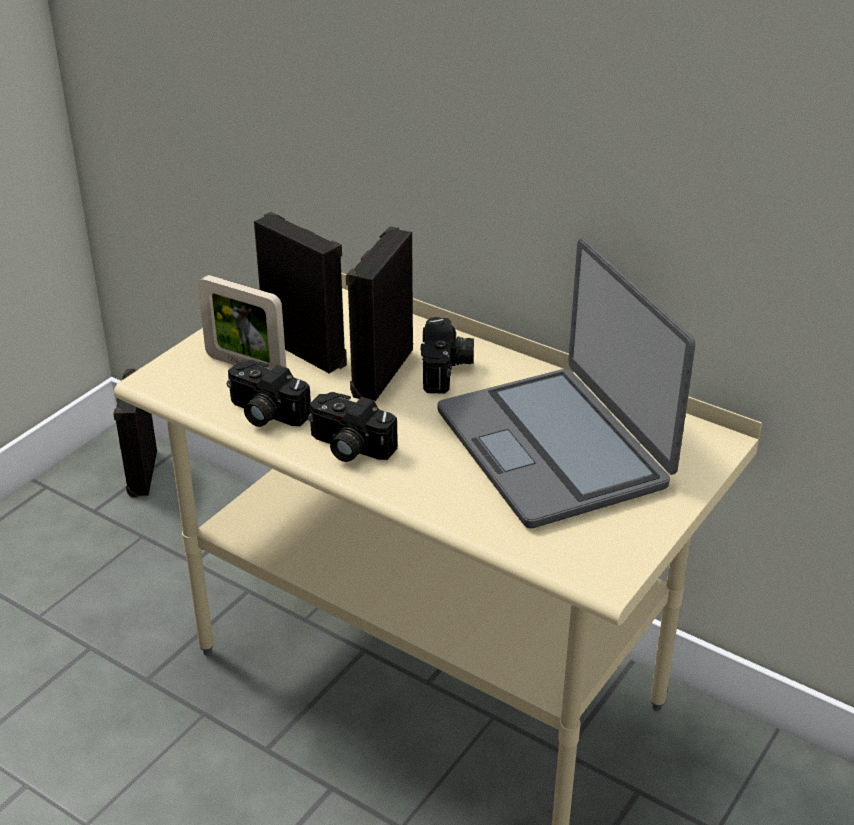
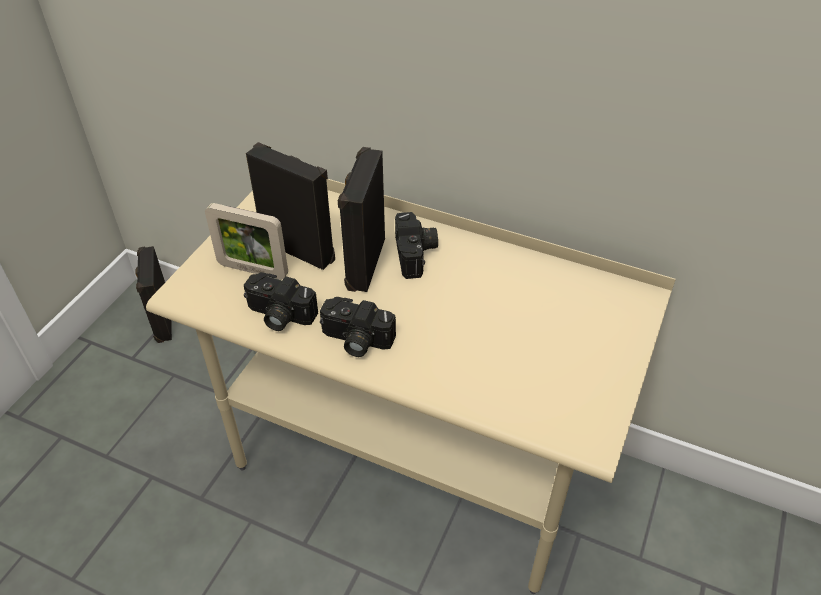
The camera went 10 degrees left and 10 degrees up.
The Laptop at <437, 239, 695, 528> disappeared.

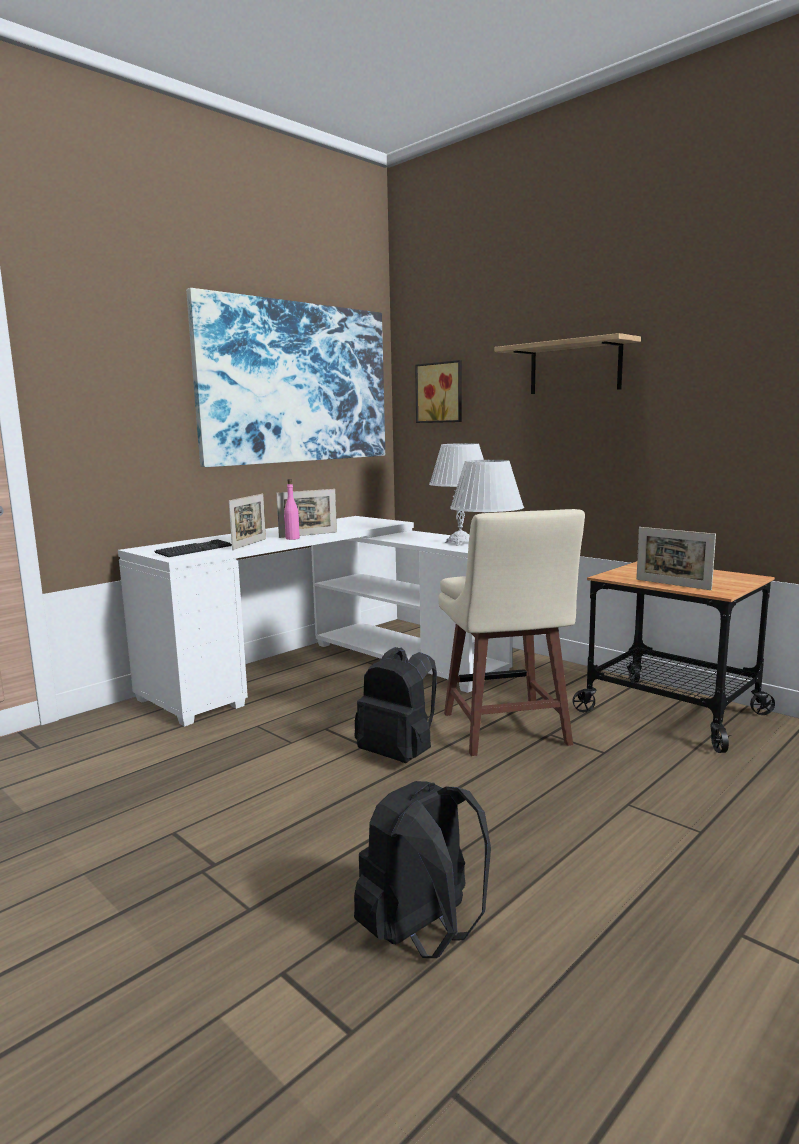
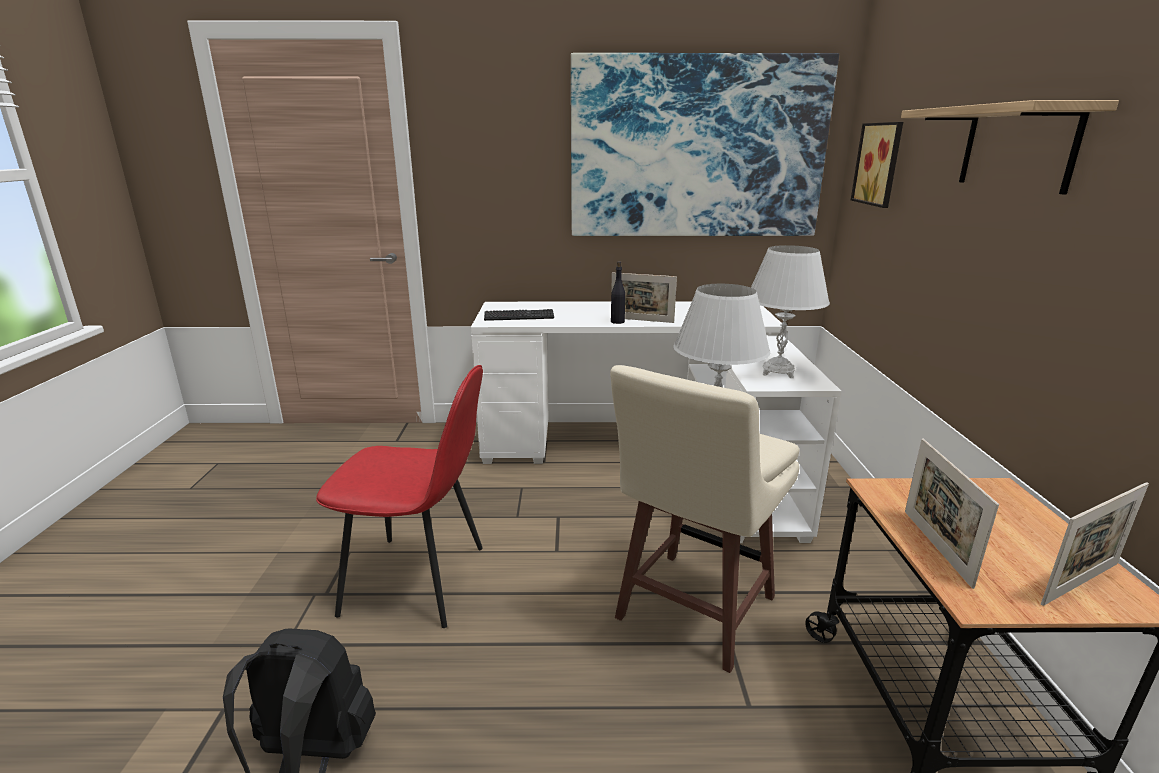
The camera went 45 degrees right and 10 degrees up.
The Flasche/rosa at <284, 479, 300, 540> became the Flasche/schwarz at <611, 261, 625, 324>.
The Bilderrahmen moved from <229, 494, 266, 550> to <1041, 482, 1149, 606>.
The Rucksack/schwarz at <354, 647, 437, 763> disappeared.
The Stuhl/rot at <316, 365, 483, 628> appeared.

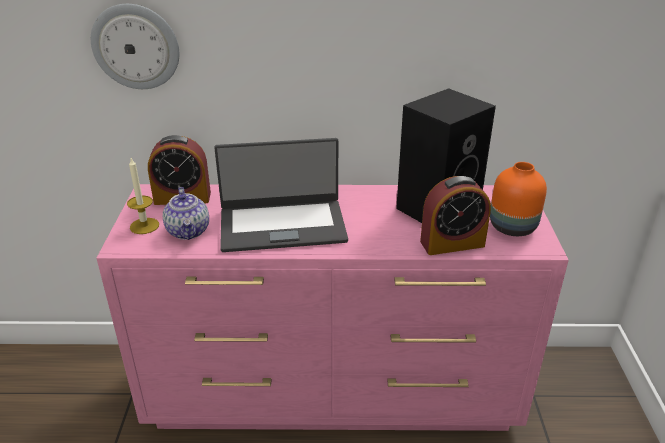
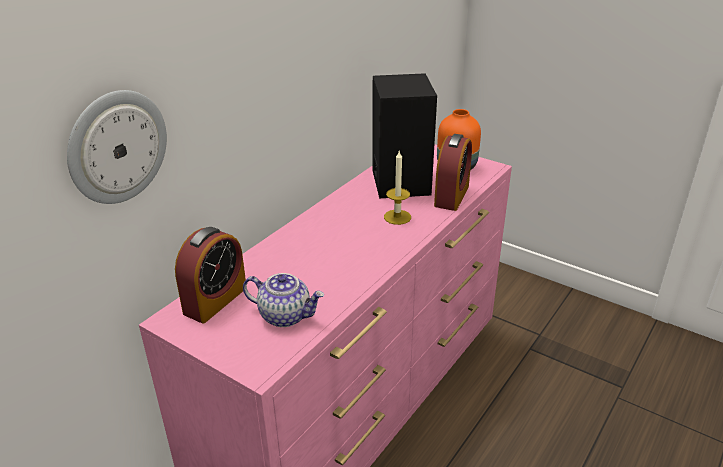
The camera went 55 degrees left and 0 degrees up.
The Laptop at <214, 138, 348, 252> disappeared.
The Kerze moved from <127, 158, 159, 234> to <384, 151, 411, 225>.

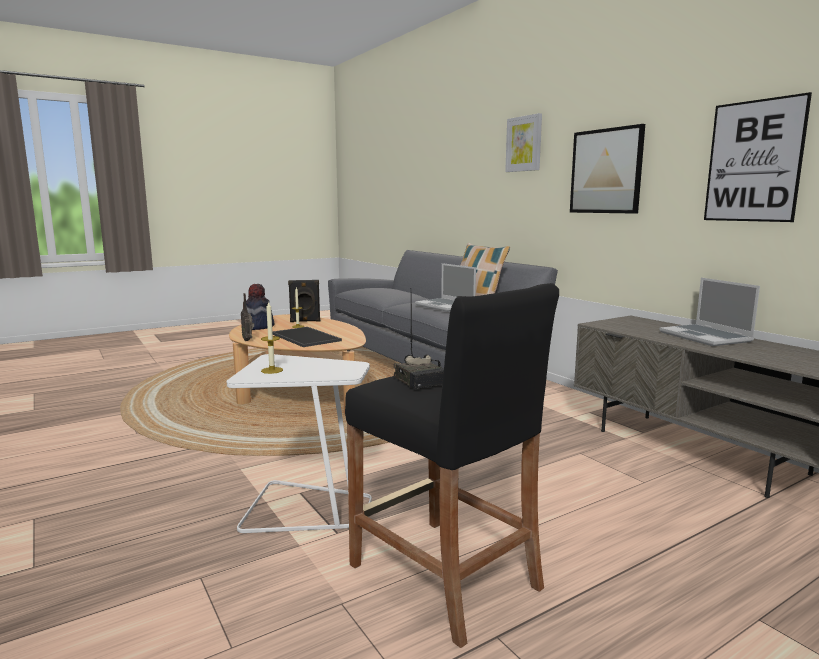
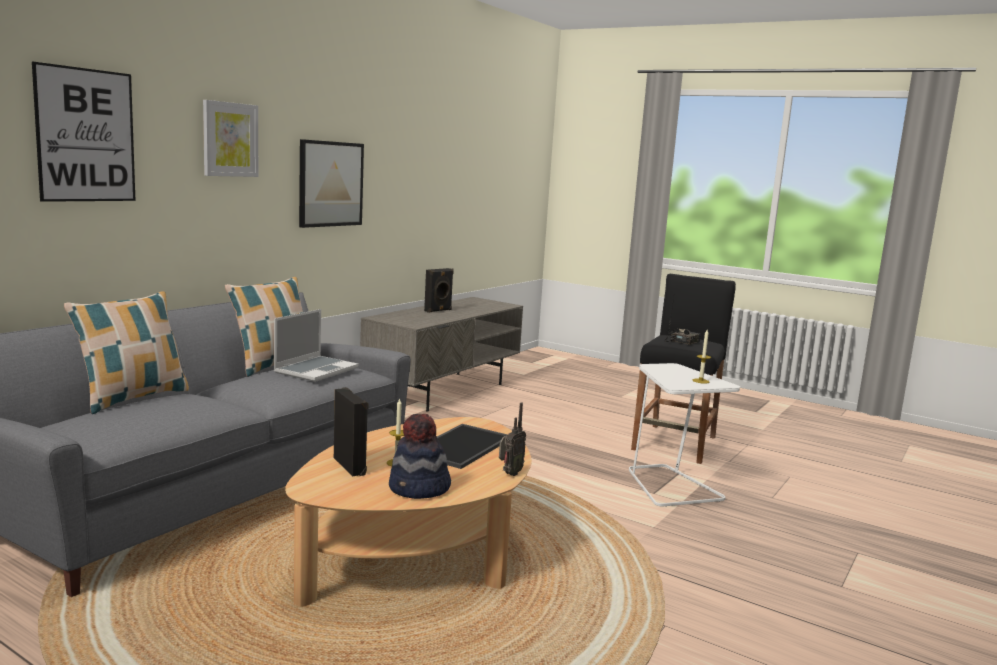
The camera went 115 degrees left and 0 degrees up.
The Bild moved from <704, 92, 812, 222> to <32, 62, 135, 202>.
The Laptop at <659, 278, 760, 346> was replaced by the Lautsprecher/schwarz at <424, 268, 454, 313>.
The Kissen at <64, 291, 189, 414> appeared.

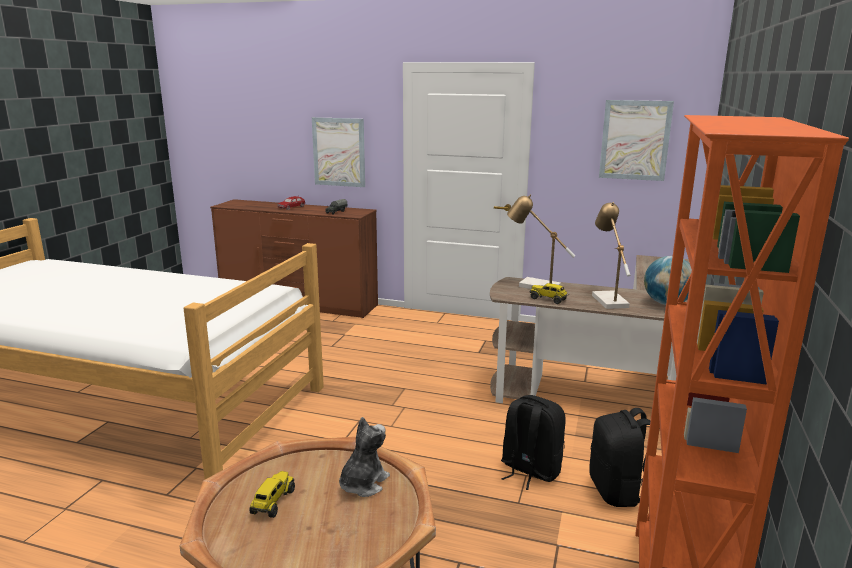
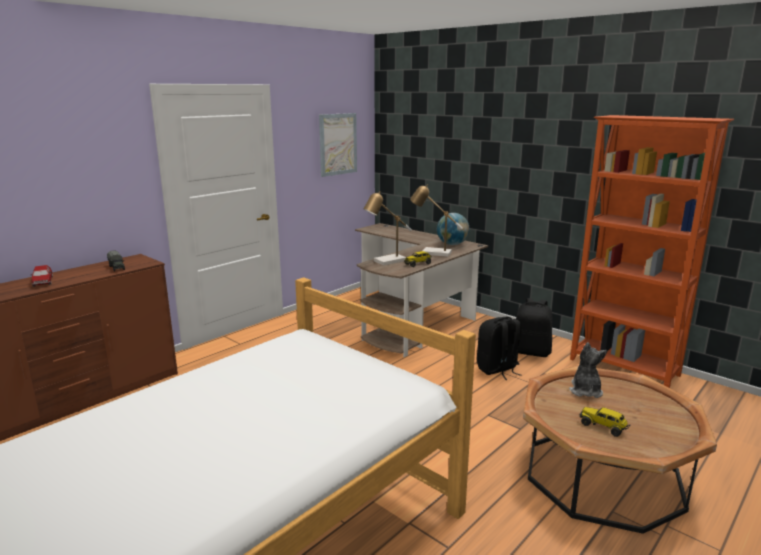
The camera went 65 degrees left and 0 degrees up.
The Bild at <312, 117, 365, 187> disappeared.
The Plüschtier at <339, 417, 390, 497> turned 45 degrees clockwise.

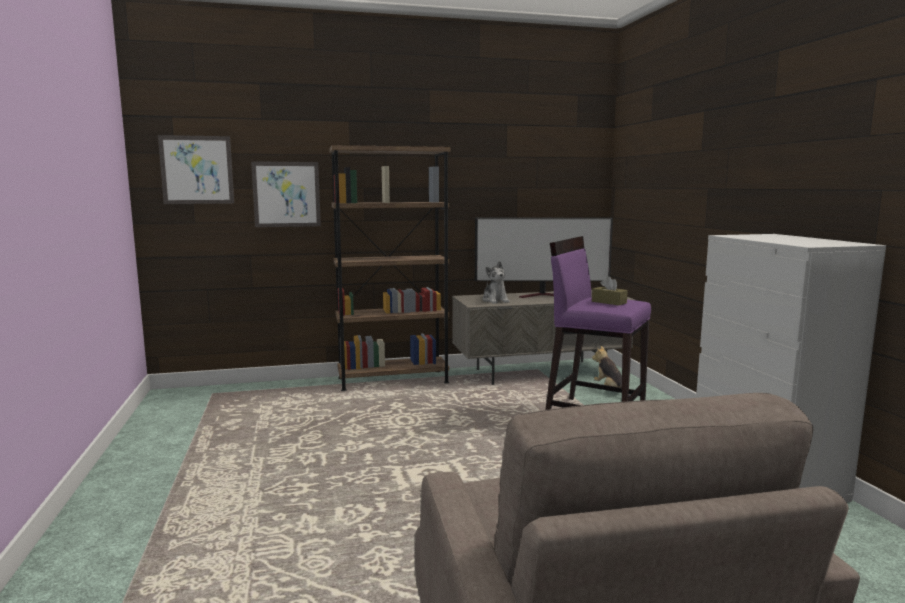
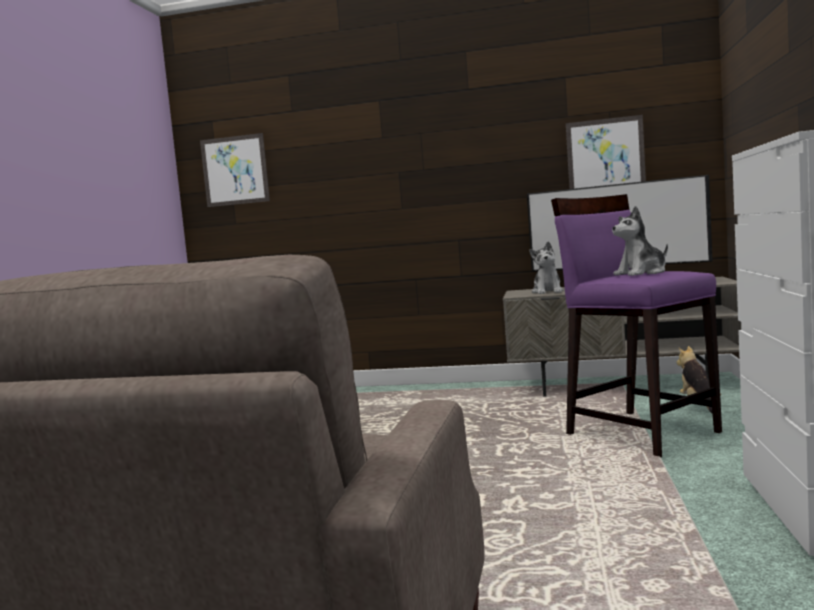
The camera went 25 degrees right and 5 degrees down.
The Bücherregal/braun at <329, 145, 450, 391> disappeared.
The Bild moved from <251, 161, 321, 227> to <566, 115, 646, 189>.
The Taschentuchbox/braun at <592, 277, 628, 305> was replaced by the Plüschtier at <612, 206, 668, 276>.

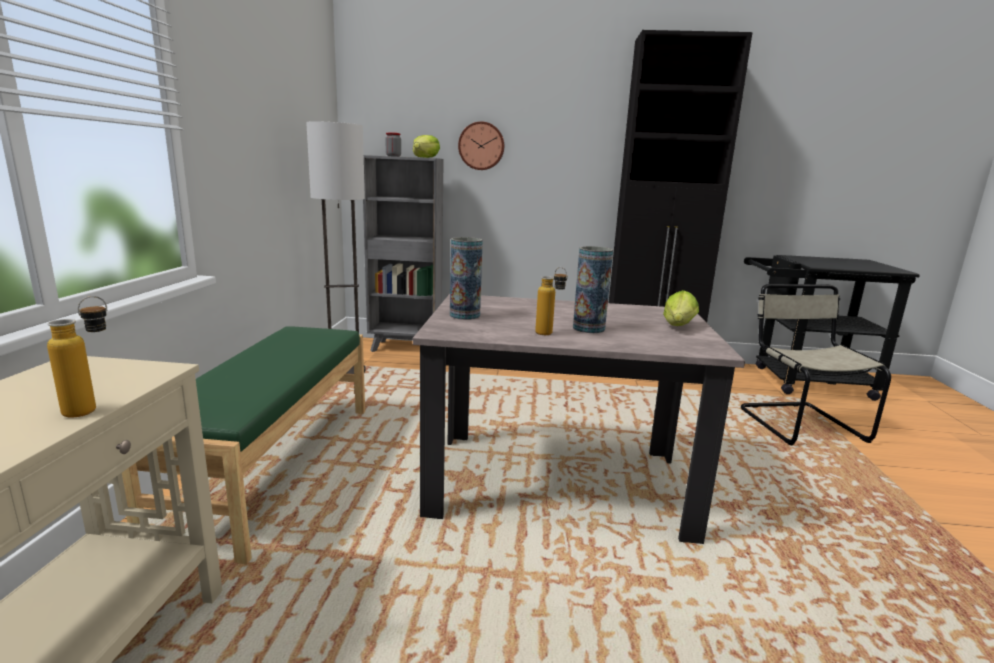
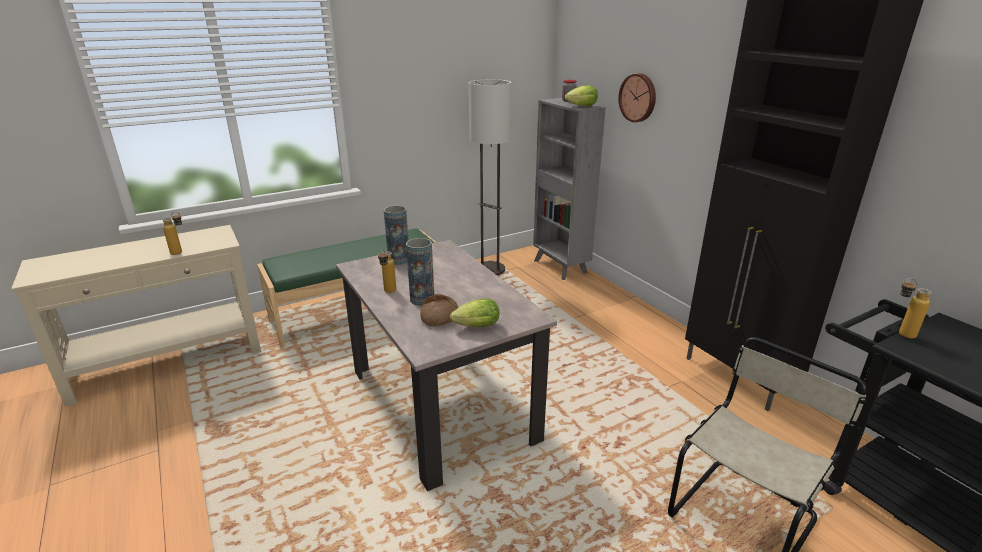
The camera went 55 degrees right and 10 degrees up.
The Flasche at <899, 278, 932, 339> appeared.
The Brot at <420, 294, 458, 326> appeared.

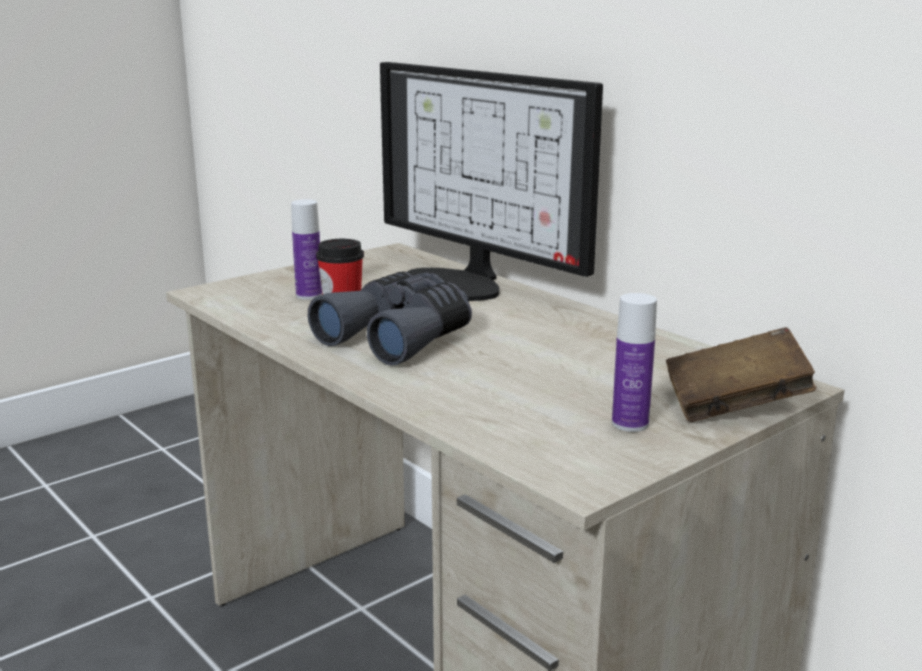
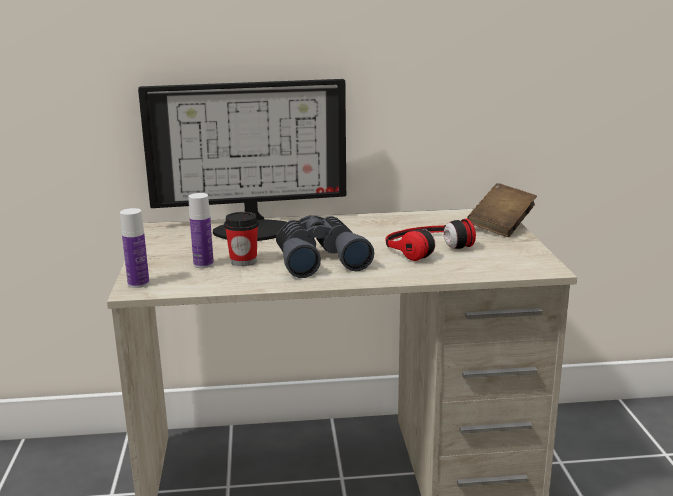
The camera went 55 degrees left and 0 degrees up.
The Flasche moved from <612, 293, 657, 432> to <120, 208, 149, 288>.
The Kopfhörer at <385, 218, 476, 261> appeared.

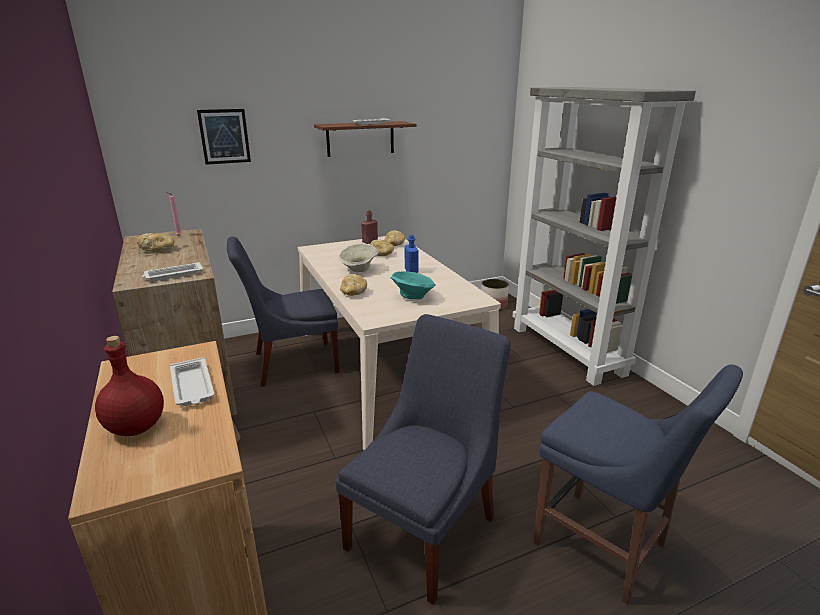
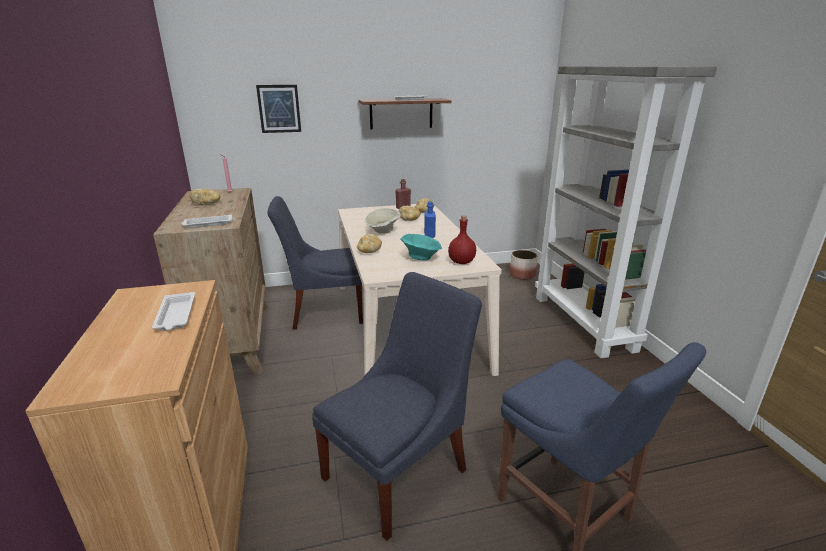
The camera went 10 degrees right and 0 degrees up.
The Flasche/rot moved from <95, 336, 164, 436> to <448, 215, 476, 264>.

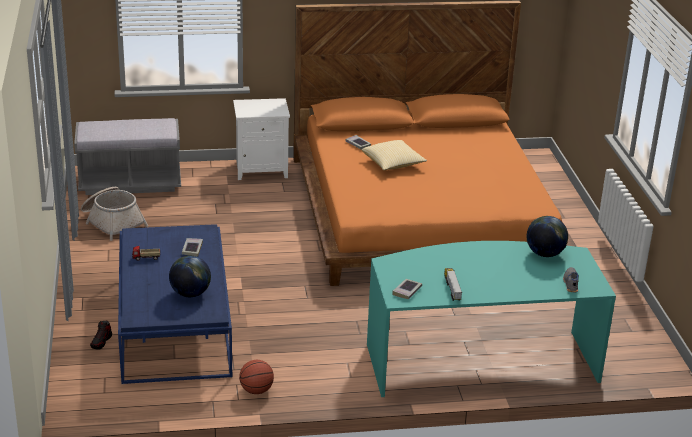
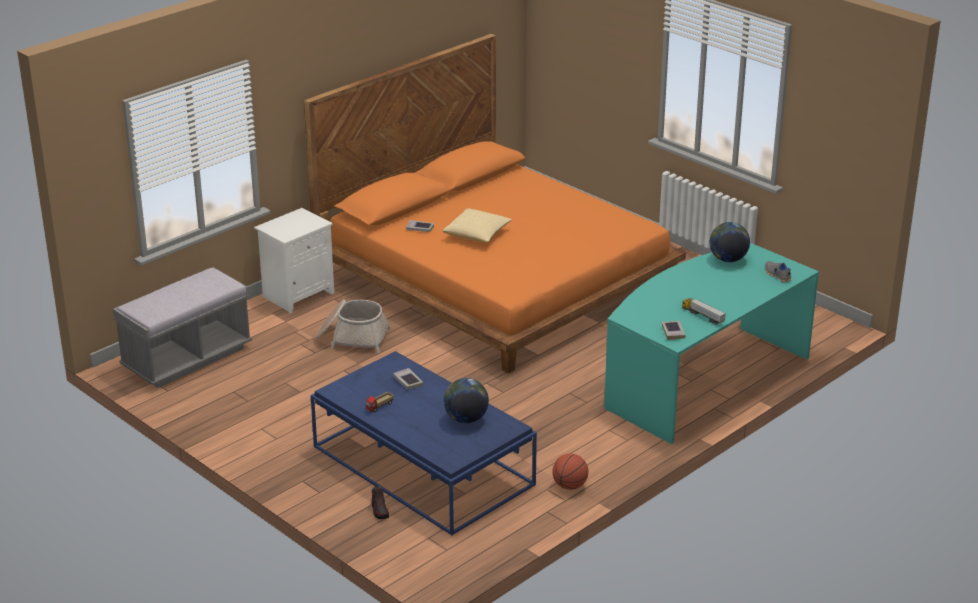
The camera went 35 degrees left and 0 degrees up.
The Korb moved from <81, 187, 148, 241> to <315, 299, 391, 353>.

